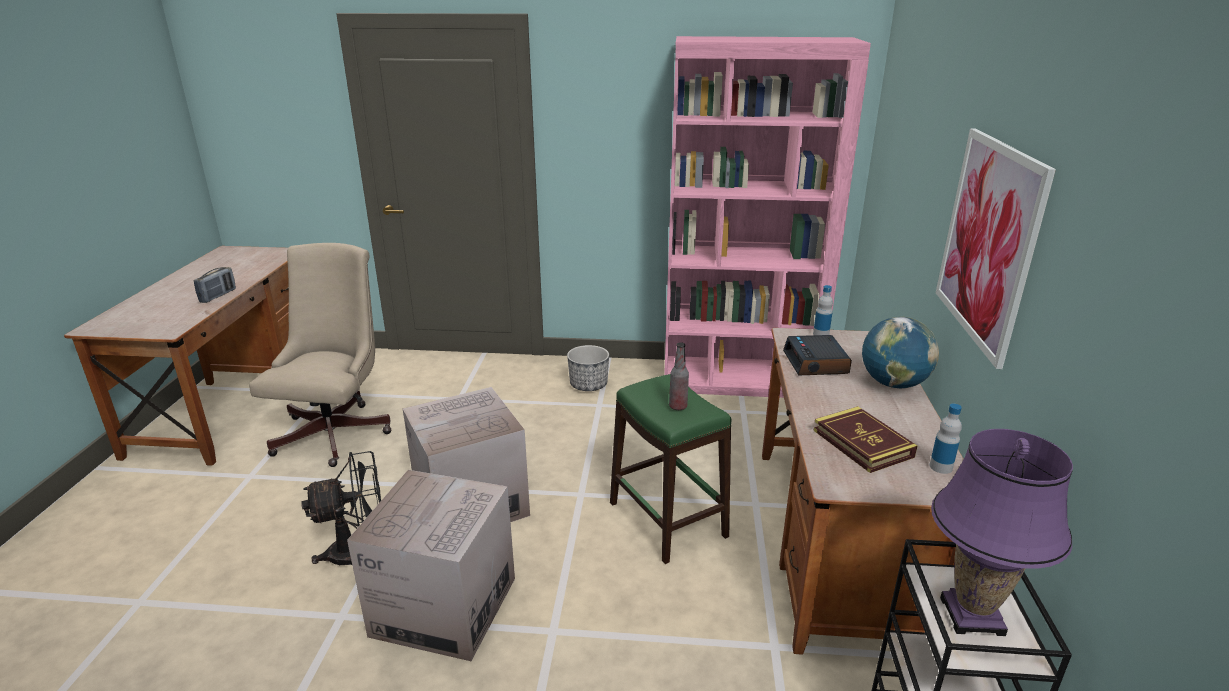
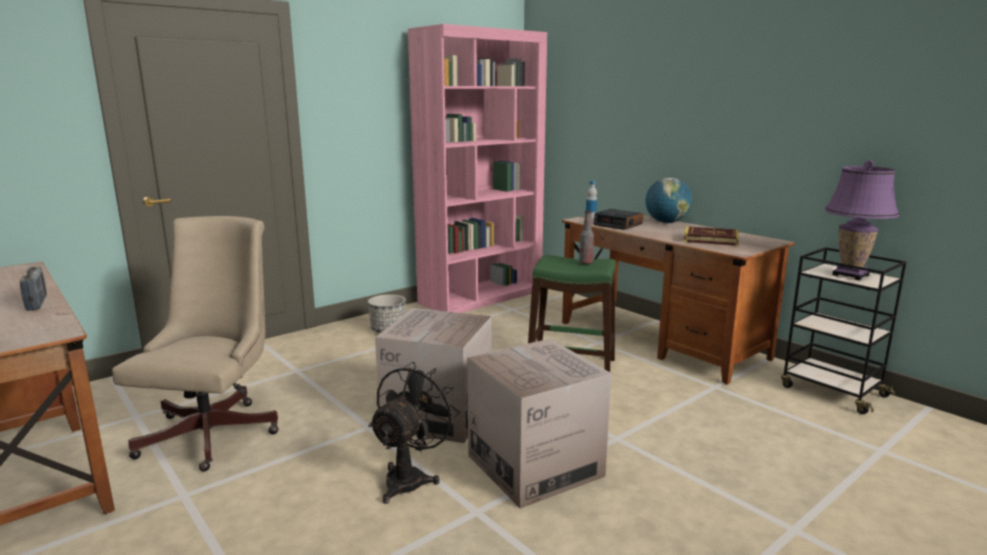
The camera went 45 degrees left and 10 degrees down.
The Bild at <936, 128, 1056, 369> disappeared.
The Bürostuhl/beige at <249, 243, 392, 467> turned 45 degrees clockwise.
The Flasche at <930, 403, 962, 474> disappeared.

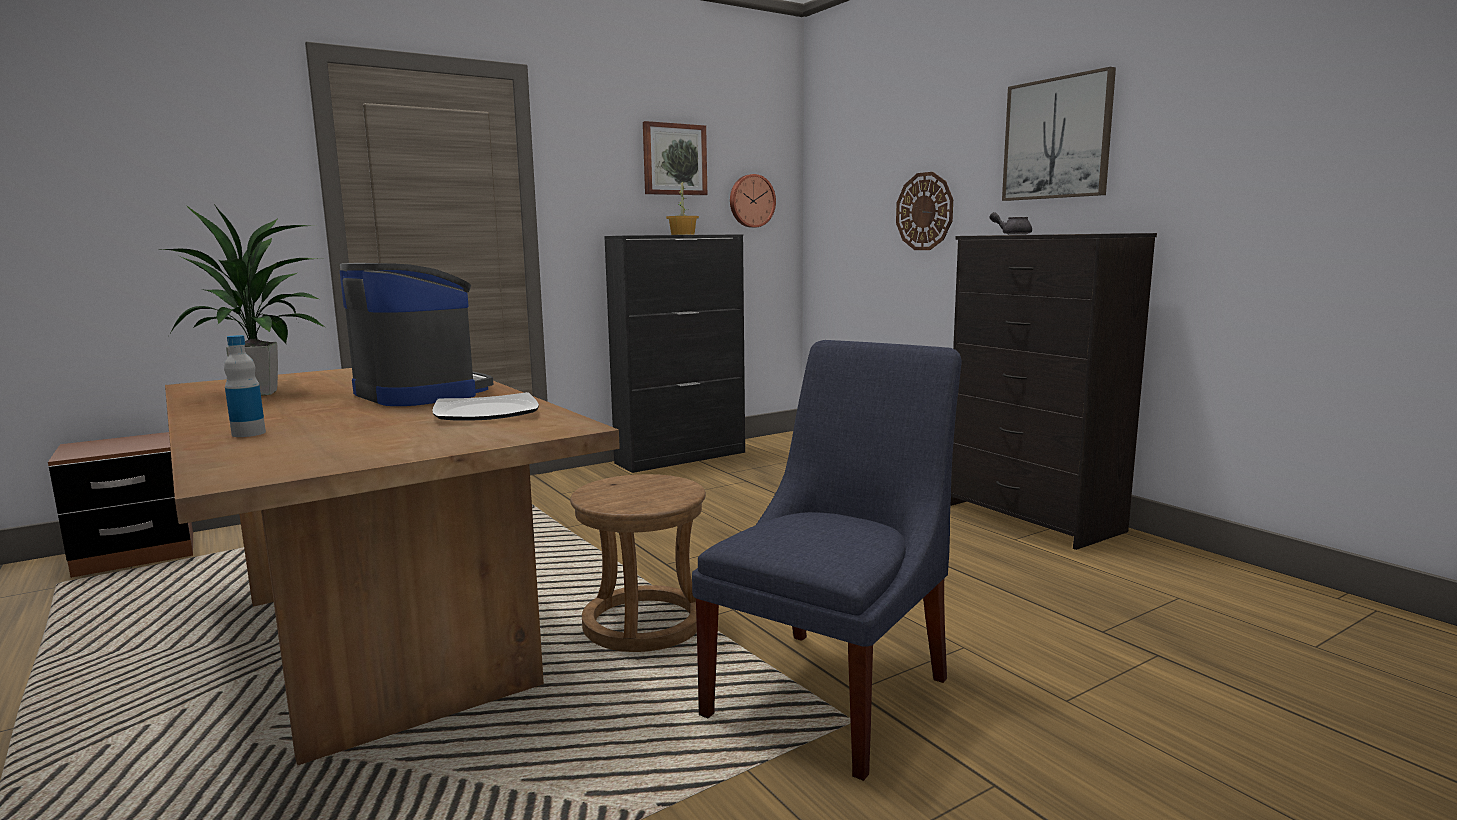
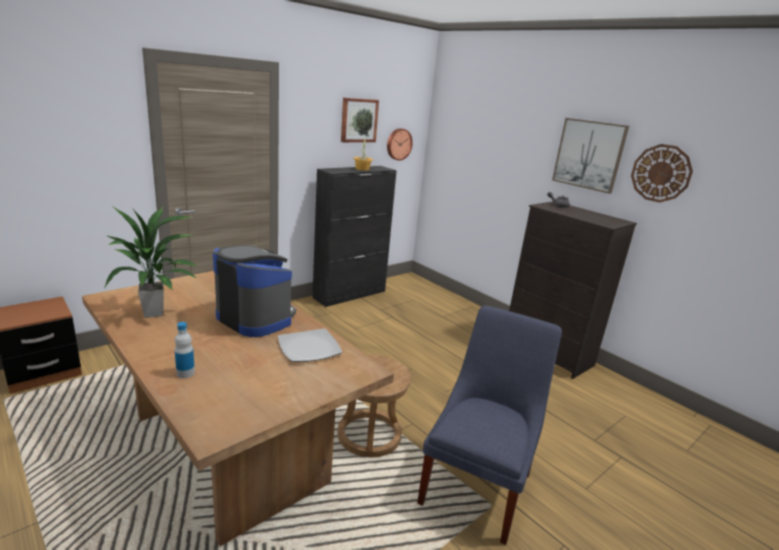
The camera went 10 degrees left and 10 degrees up.
The Wanduhr moved from <896, 172, 953, 250> to <631, 144, 693, 203>.

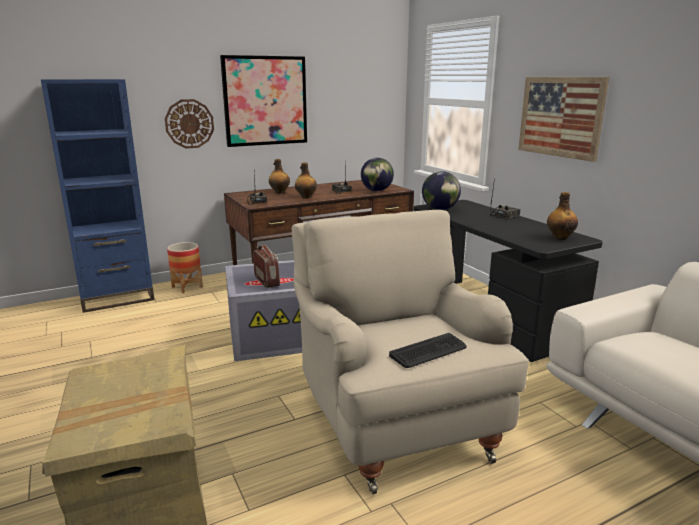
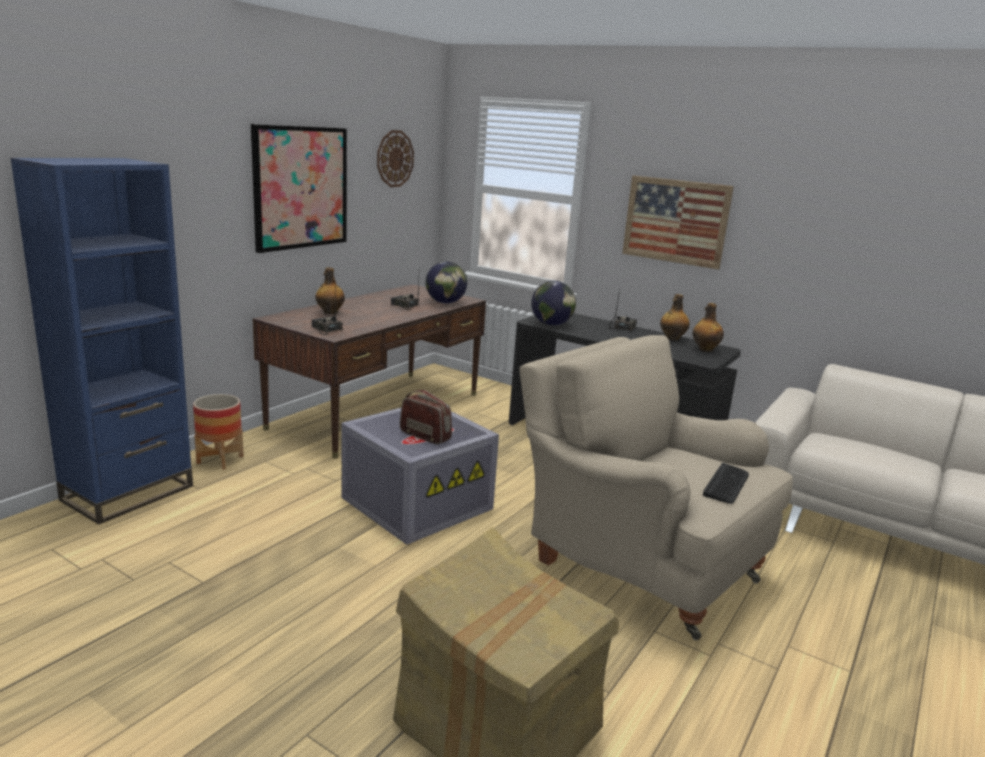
The camera went 30 degrees left and 0 degrees up.
The Wanduhr moved from <165, 99, 214, 149> to <377, 130, 414, 187>.
The Flasche moved from <295, 162, 317, 198> to <660, 294, 690, 341>.

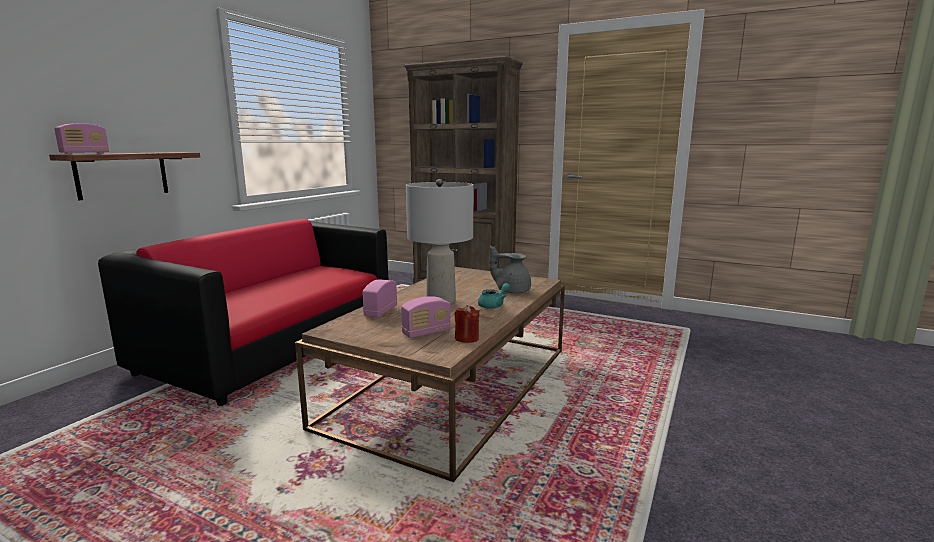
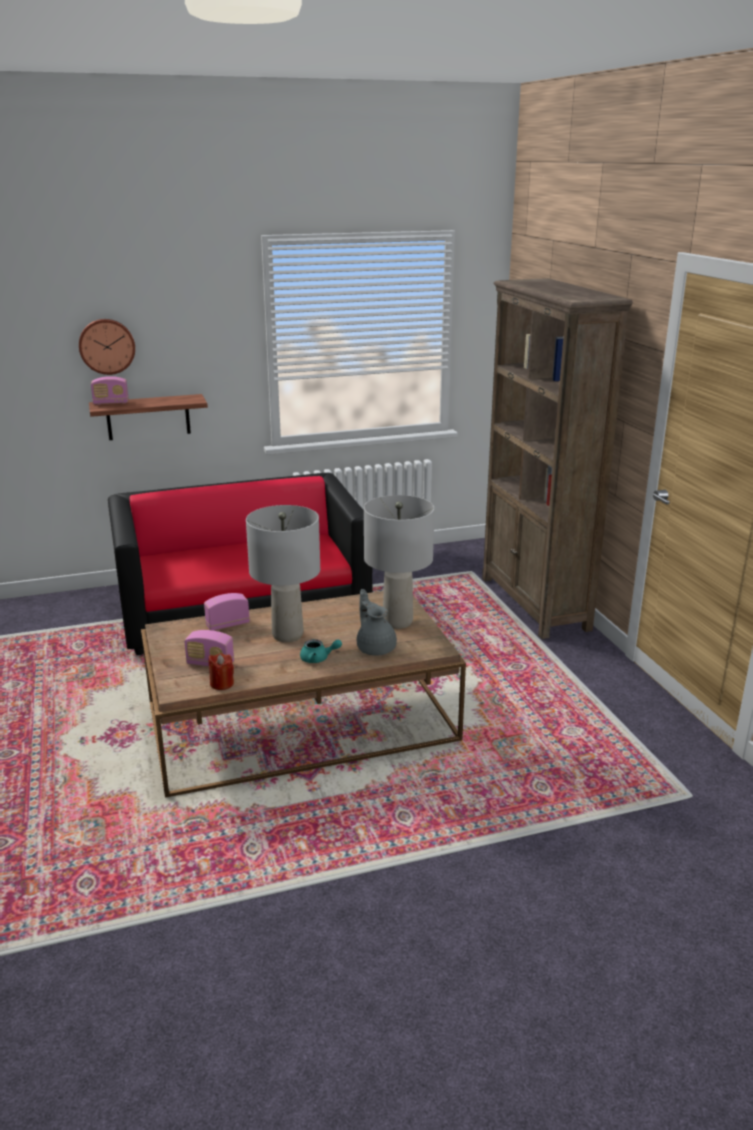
The camera went 45 degrees right and 10 degrees up.
The Wanduhr at <79, 319, 135, 375> appeared.
The Tischlampe/grau at <364, 495, 435, 629> appeared.

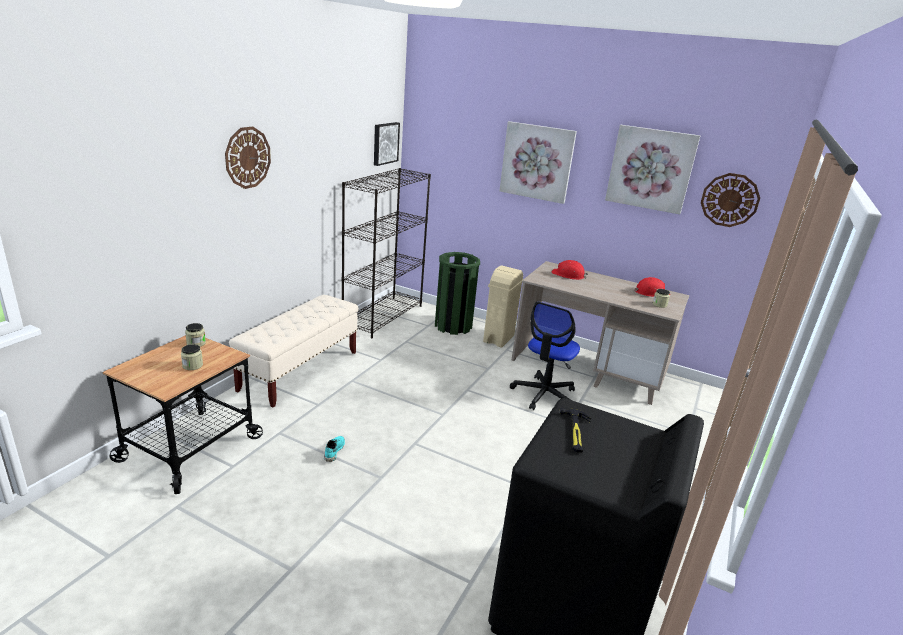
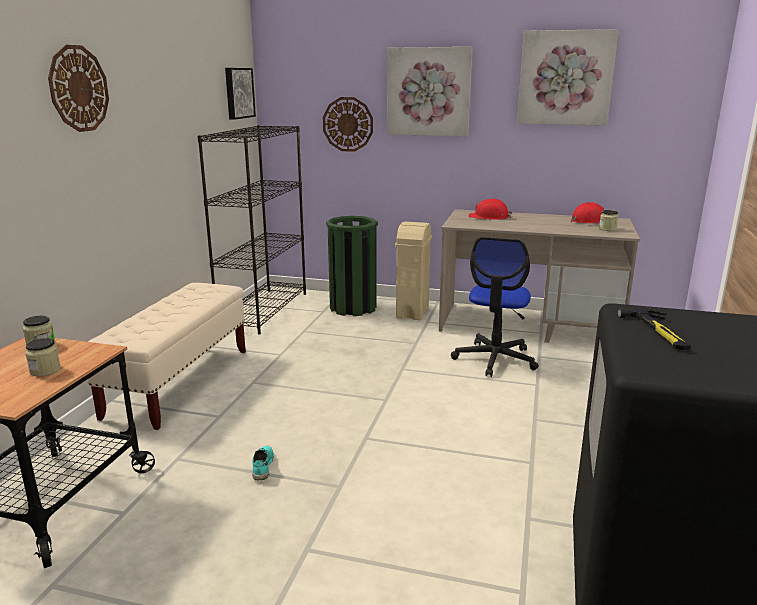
The camera went 10 degrees left and 5 degrees down.
The Wanduhr moved from <701, 173, 760, 227> to <323, 97, 373, 152>.

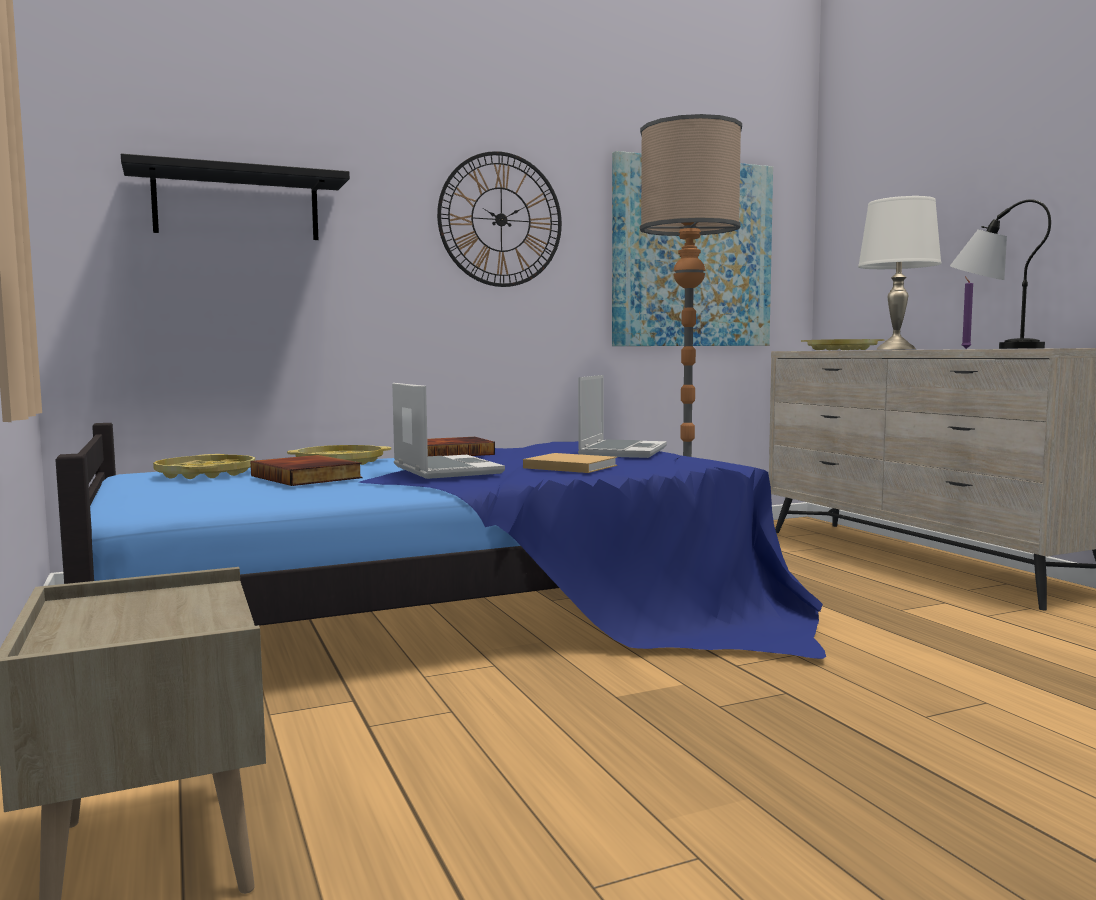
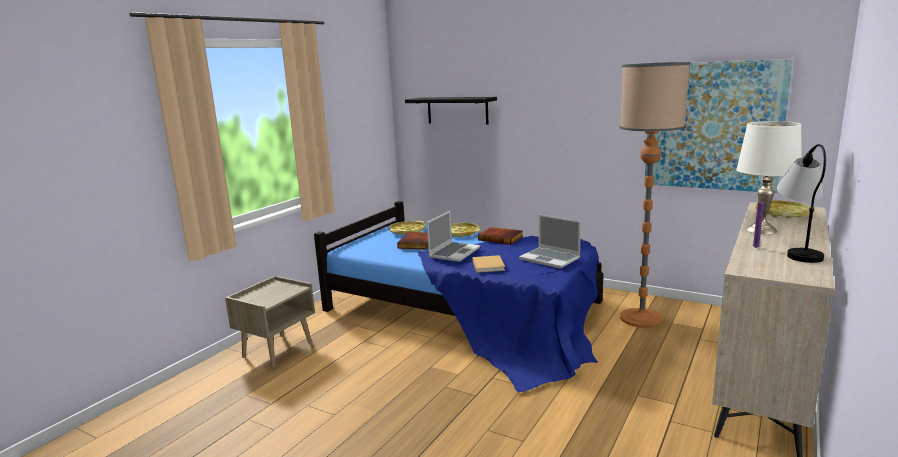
The camera went 55 degrees right and 10 degrees up.
The Wanduhr at <437, 151, 562, 287> disappeared.
The Laptop at <578, 375, 667, 458> turned 60 degrees clockwise.

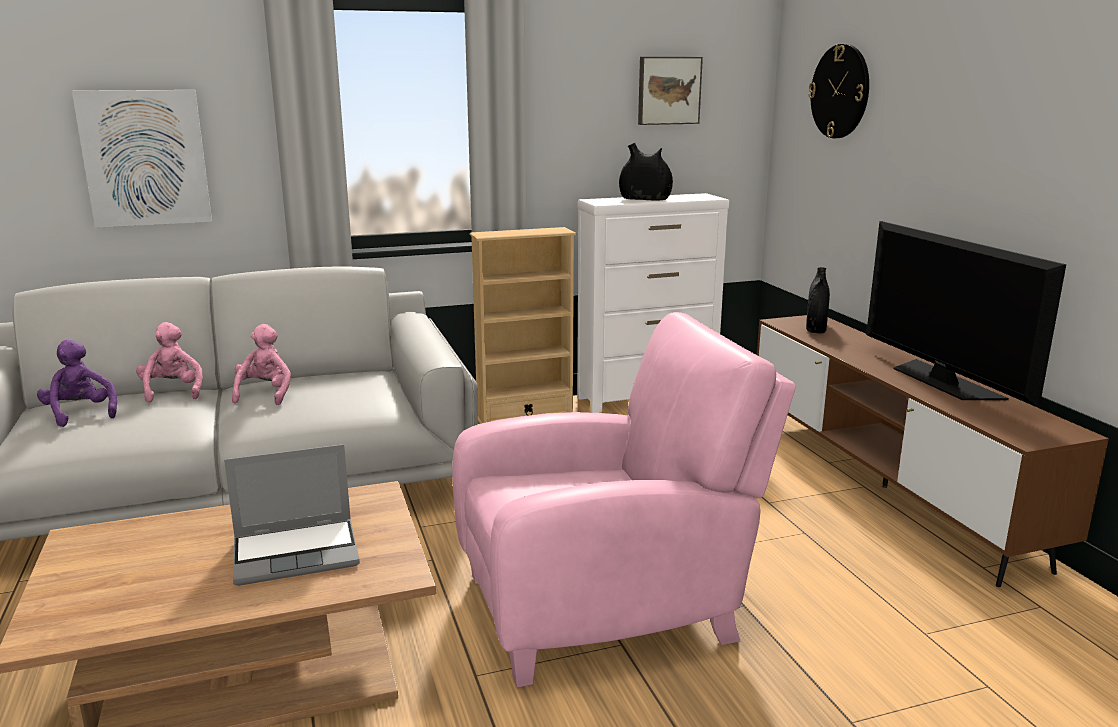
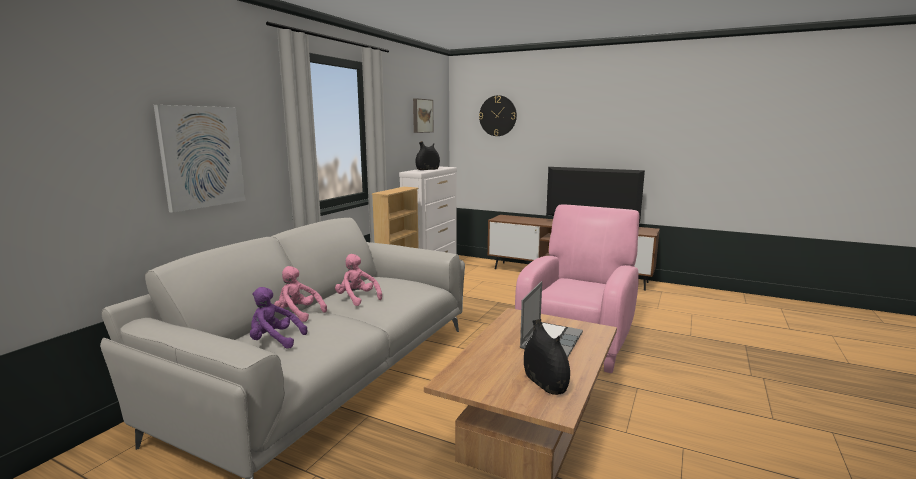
The camera went 45 degrees left and 5 degrees down.
The Vase/schwarz moved from <806, 267, 830, 333> to <524, 319, 570, 395>.

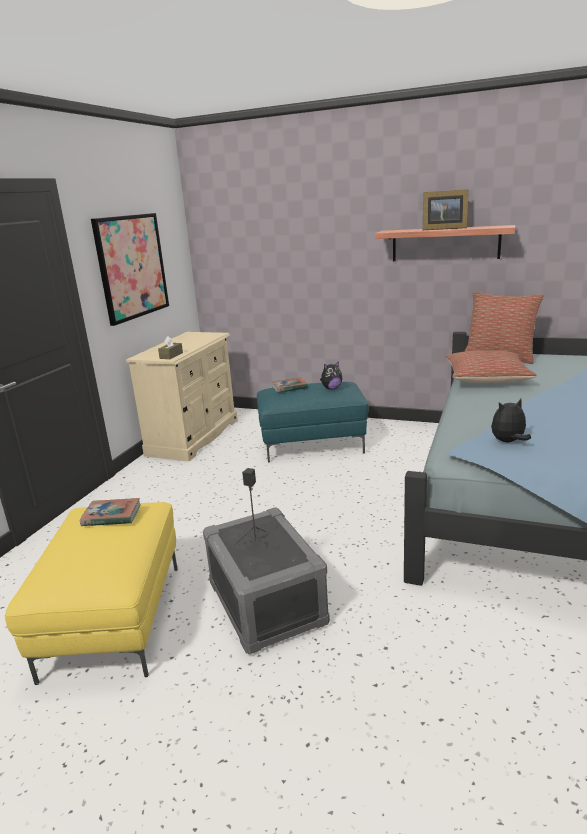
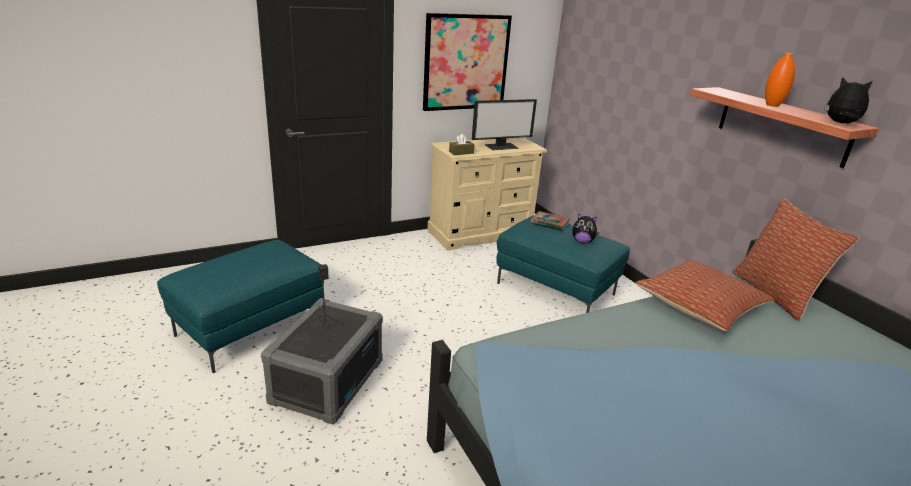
The camera went 40 degrees right and 5 degrees up.
The Bilderrahmen at <423, 189, 469, 230> was replaced by the Vase/orange at <765, 53, 795, 107>.
The Plüschtier moved from <491, 399, 531, 442> to <824, 77, 872, 123>.
The Buch at <80, 498, 141, 526> disappeared.
The Polsterhocker/gelb at <5, 502, 178, 685> became the Polsterhocker/türkis at <157, 240, 323, 373>.
The Monitor at <472, 99, 537, 150> appeared.

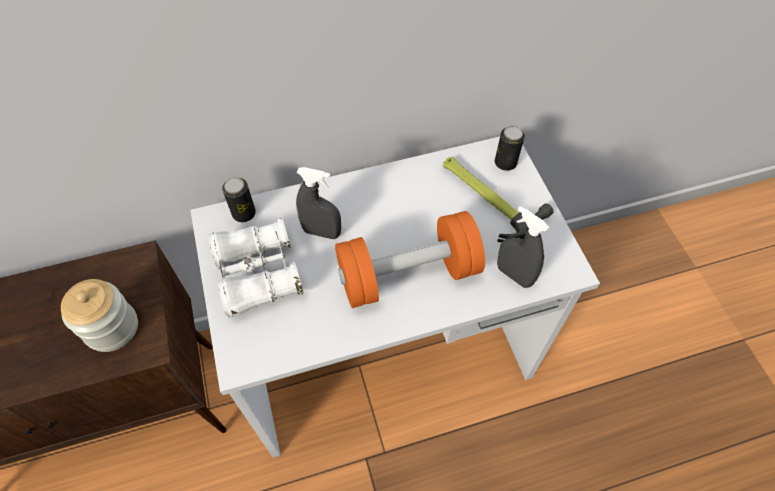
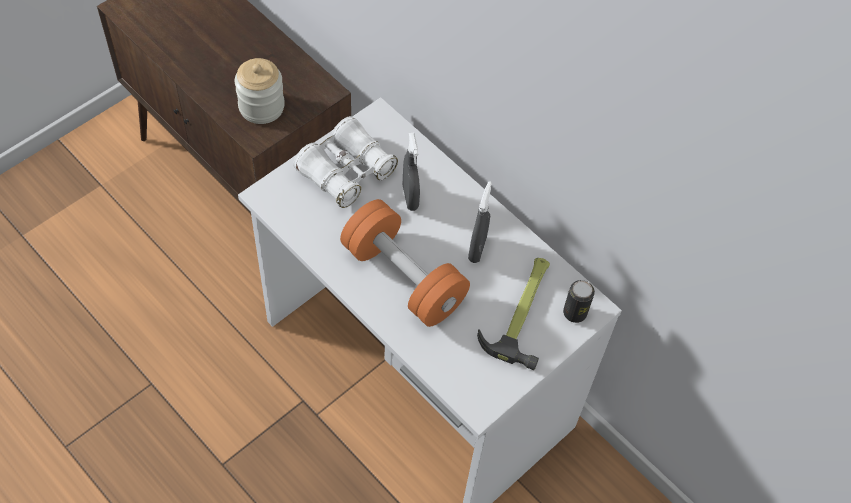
The camera went 60 degrees right and 0 degrees up.
The Dose at <222, 177, 256, 222> disappeared.
The Sprühflasche/grau moved from <497, 206, 550, 288> to <468, 181, 492, 263>.

